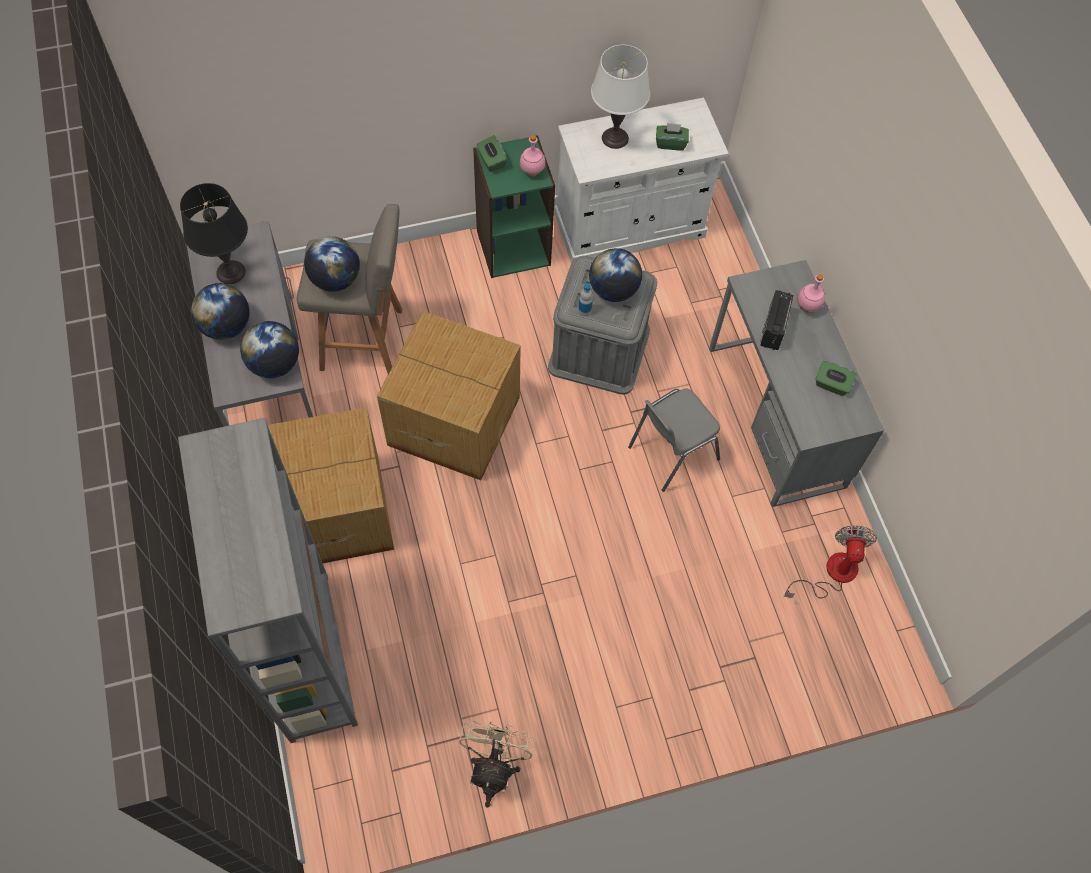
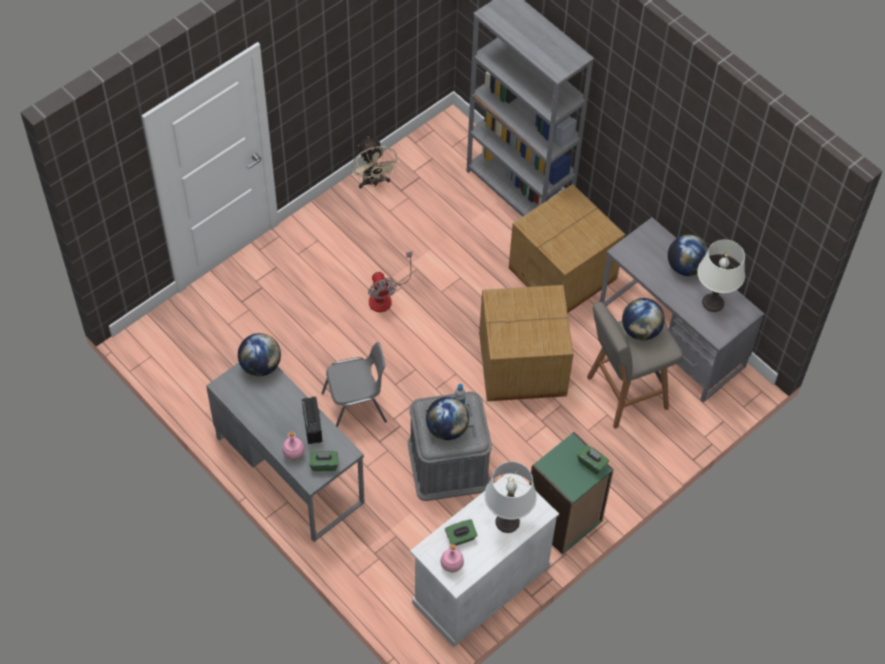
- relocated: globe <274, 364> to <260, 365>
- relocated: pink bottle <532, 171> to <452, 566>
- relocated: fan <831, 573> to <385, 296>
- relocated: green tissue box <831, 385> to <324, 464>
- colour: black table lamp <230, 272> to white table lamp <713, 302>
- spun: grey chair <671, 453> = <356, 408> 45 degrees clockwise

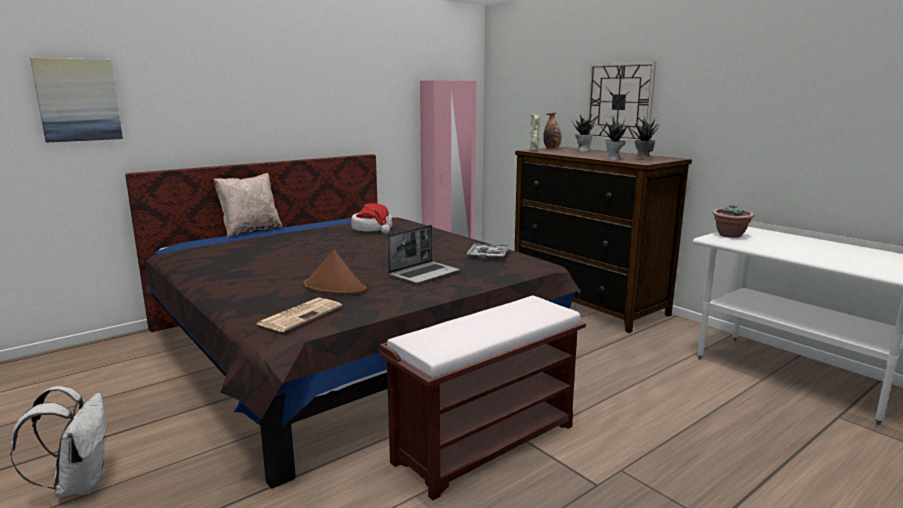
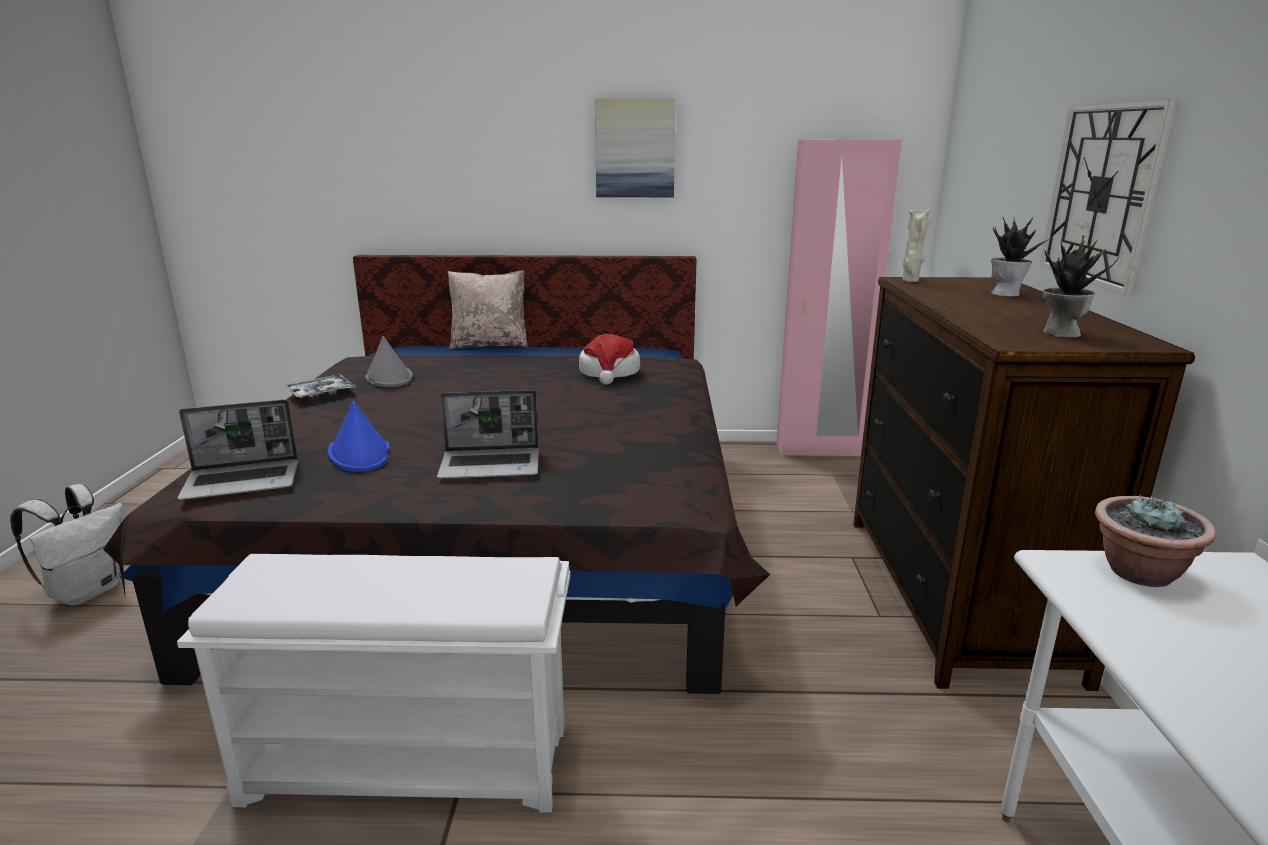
- missing: bottle <552, 148>
- missing: potted plant <614, 159>
- appeared: grey hat <388, 377>
- relocated: picture <78, 100> to <635, 148>
- relocated: tray <488, 255> to <321, 393>
- exchanged: newspaper <300, 315> to laptop <244, 481>
- colour: brown hat <335, 288> to blue hat <360, 453>
- colour: brown bench <486, 442> to white bench <412, 763>

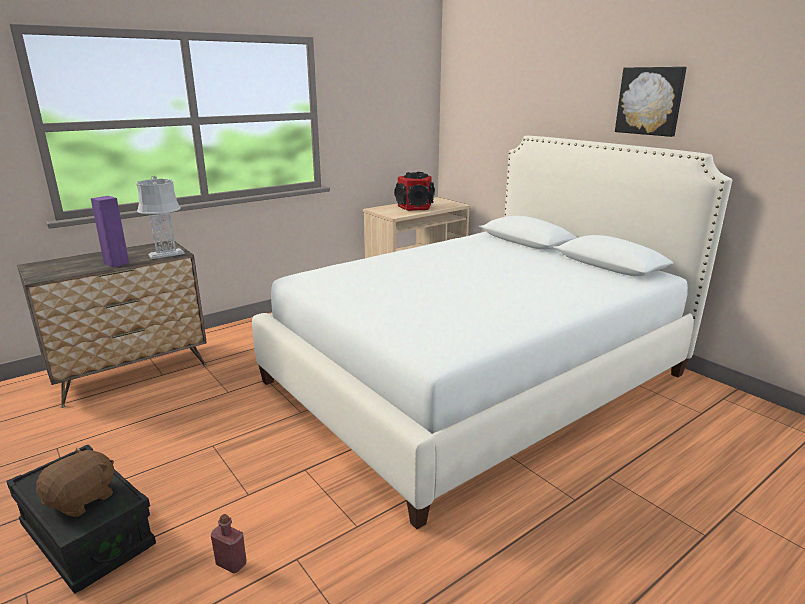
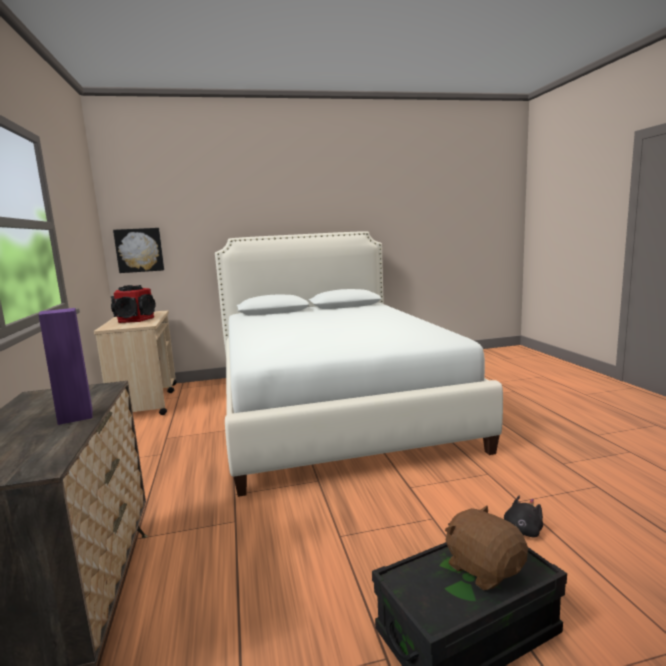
- missing: grey table lamp <167, 254>
- relocated: picture <650, 101> to <139, 250>
- exchanged: red bottle <231, 563> to black plush toy <521, 532>

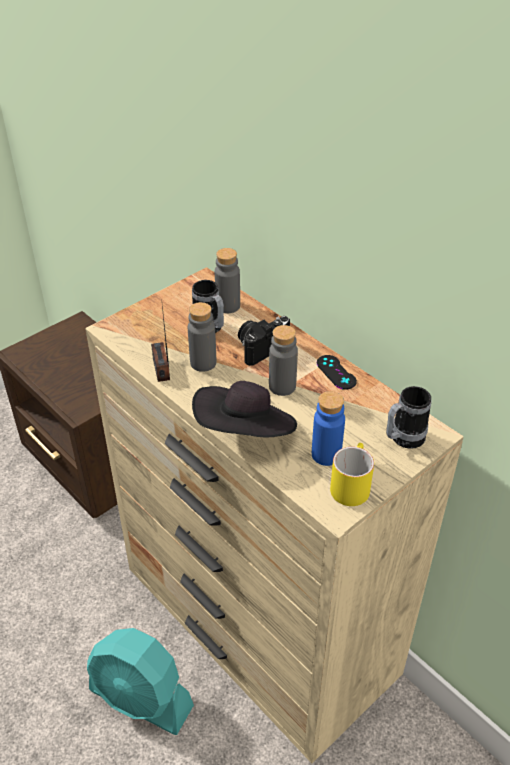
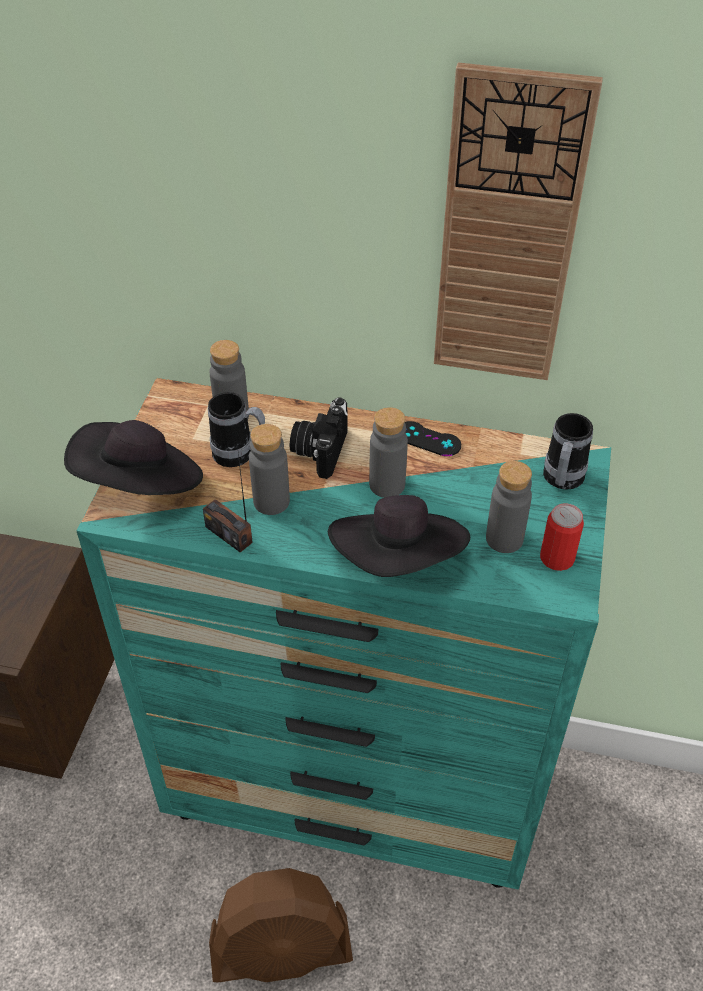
- appeared: black hat <140, 484>
- appeared: wall clock <508, 235>
- exchanged: yellow mug <350, 484> to can <557, 558>
- colour: beige dresser <259, 631> to turquoise dresser <355, 788>
- colour: turquoise fan <141, 699> to brown fan <282, 949>
- colour: blue bottle <326, 455> to grey bottle <504, 539>

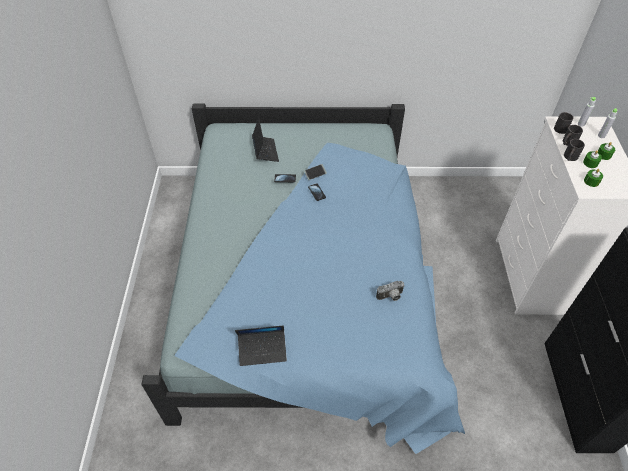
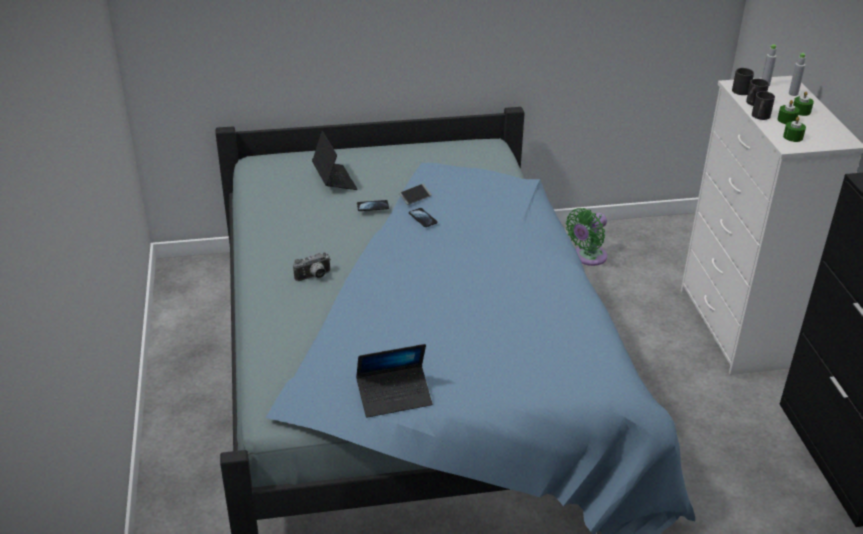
- appeared: green fan <587, 257>
- relocated: photo camera <390, 297> to <314, 277>

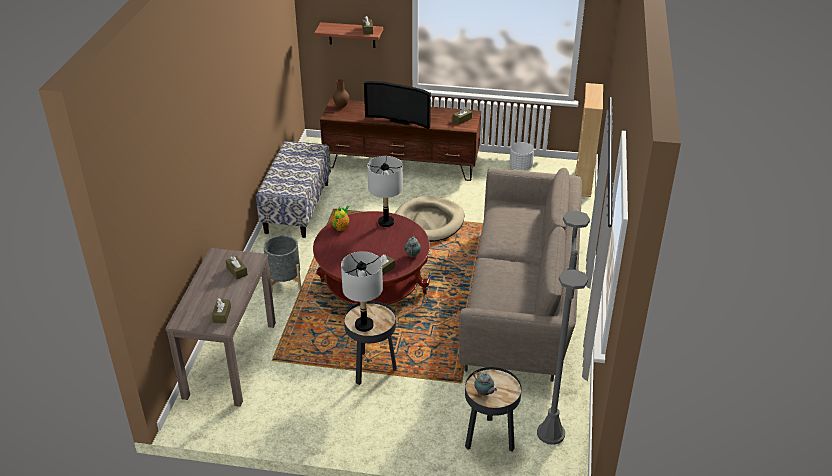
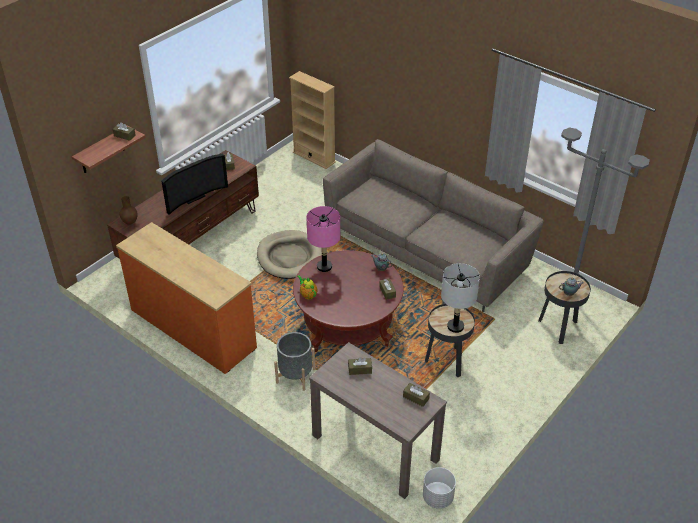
- relocated: white planter <521, 167> to <437, 497>
- exchanged: bench <297, 207> to orange dresser <192, 329>
- colour: grey table lamp <386, 222> to pink table lamp <324, 266>

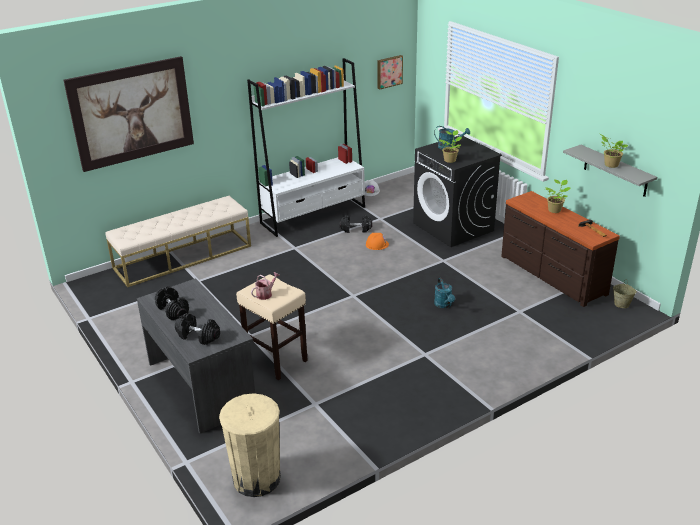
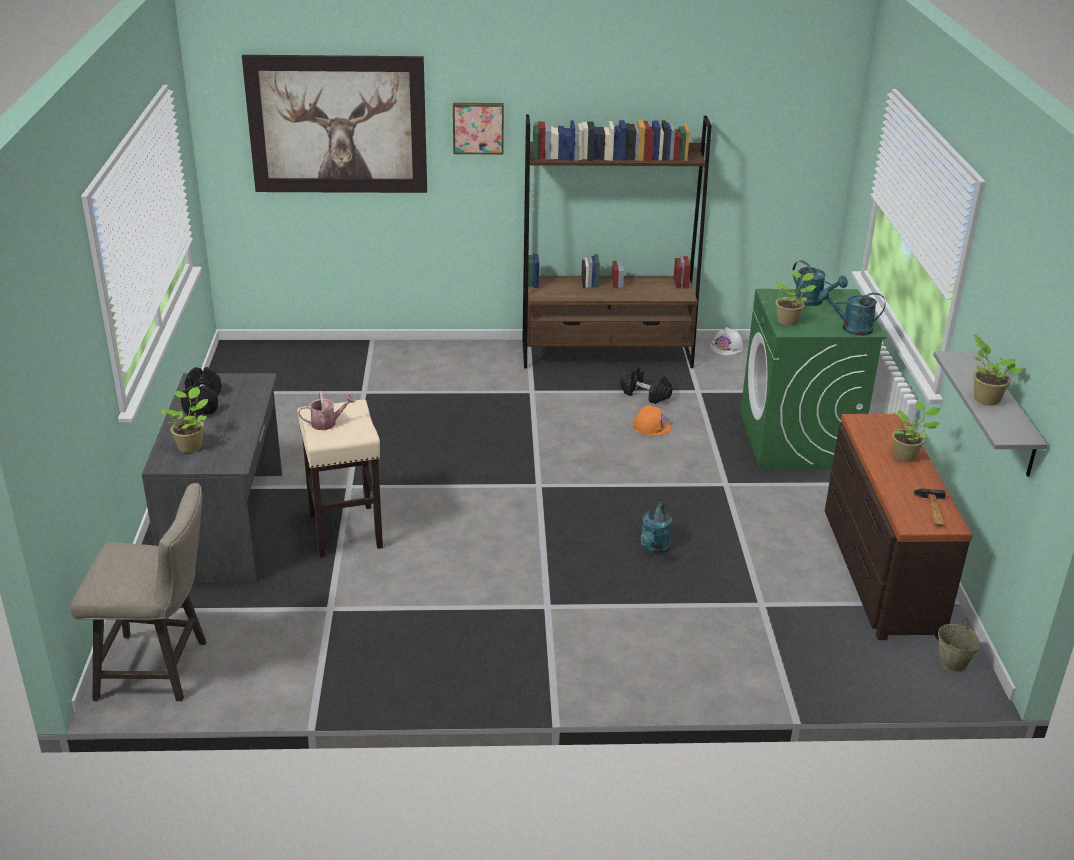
- missing: beige bench <183, 257>
- appeared: turquoise watering can <851, 328>
- relocated: picture <389, 71> to <478, 127>
- exchanged: black dumbbell <198, 336> to potted plant <190, 446>
- exchanged: beige trash can <257, 478> to beige stool <161, 669>
- colour: white bookcase <313, 215> to brown bookcase <607, 355>
- colour: black washing machine <453, 227> to green washing machine <798, 441>

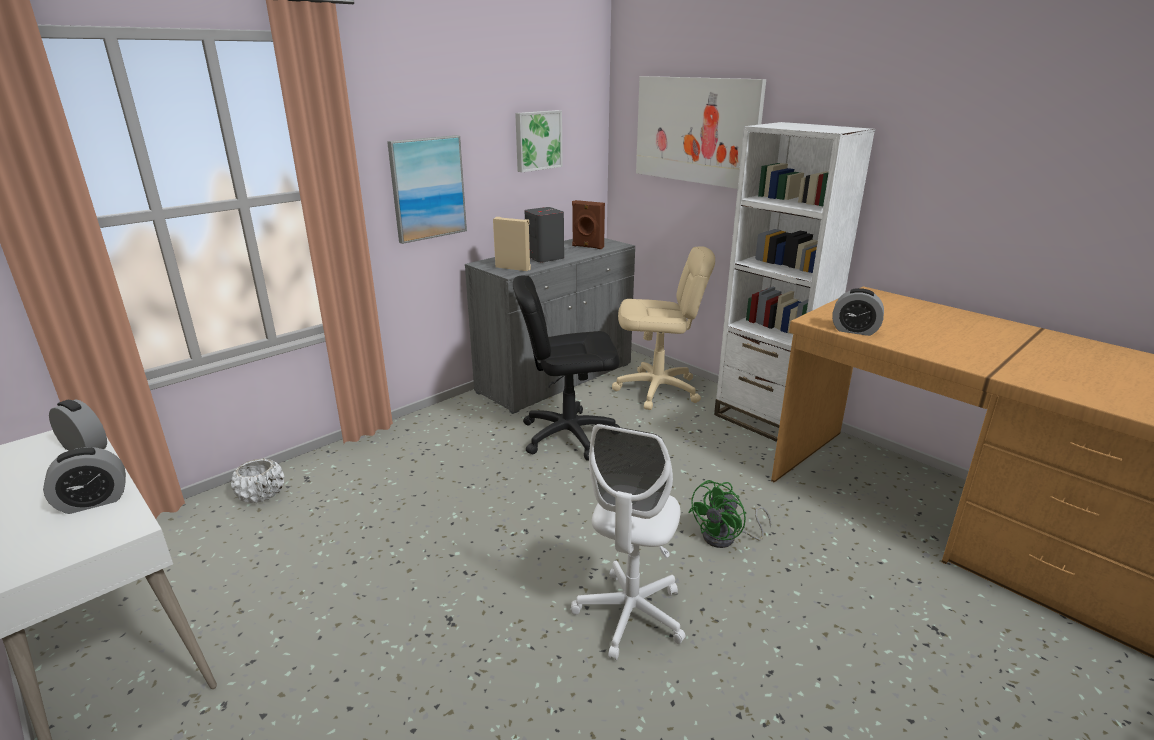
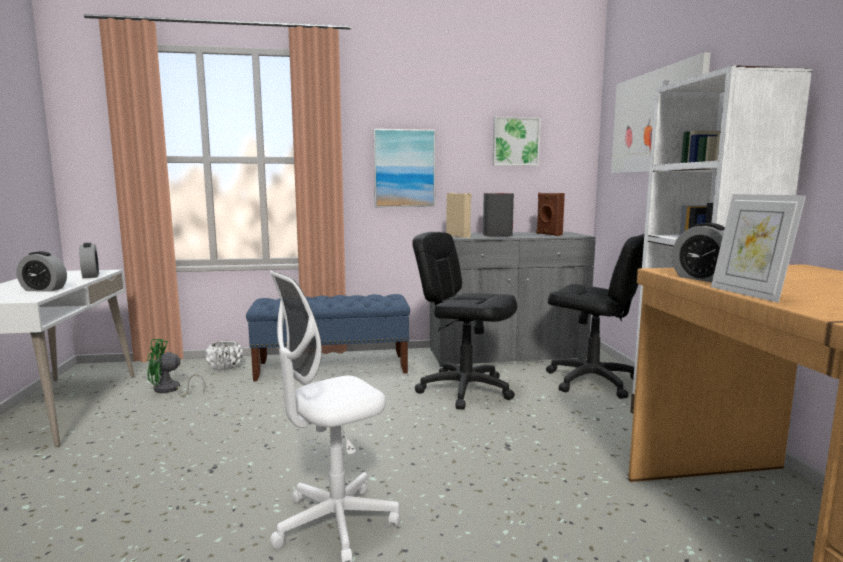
- appeared: blue bench <333, 367>
- appeared: picture frame <748, 294>
- relocated: green fan <726, 538> to <170, 390>
- colour: beige office chair <657, 390> to black office chair <592, 381>

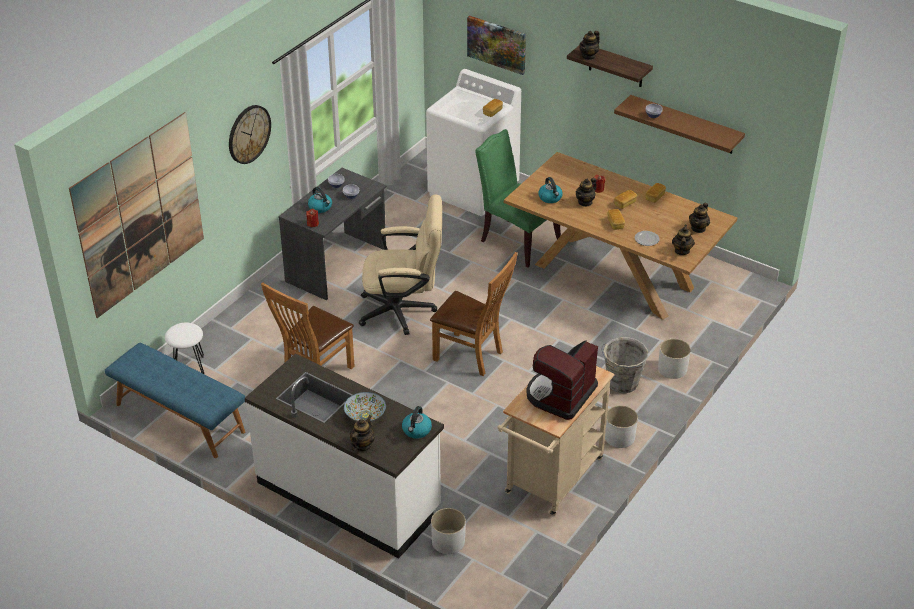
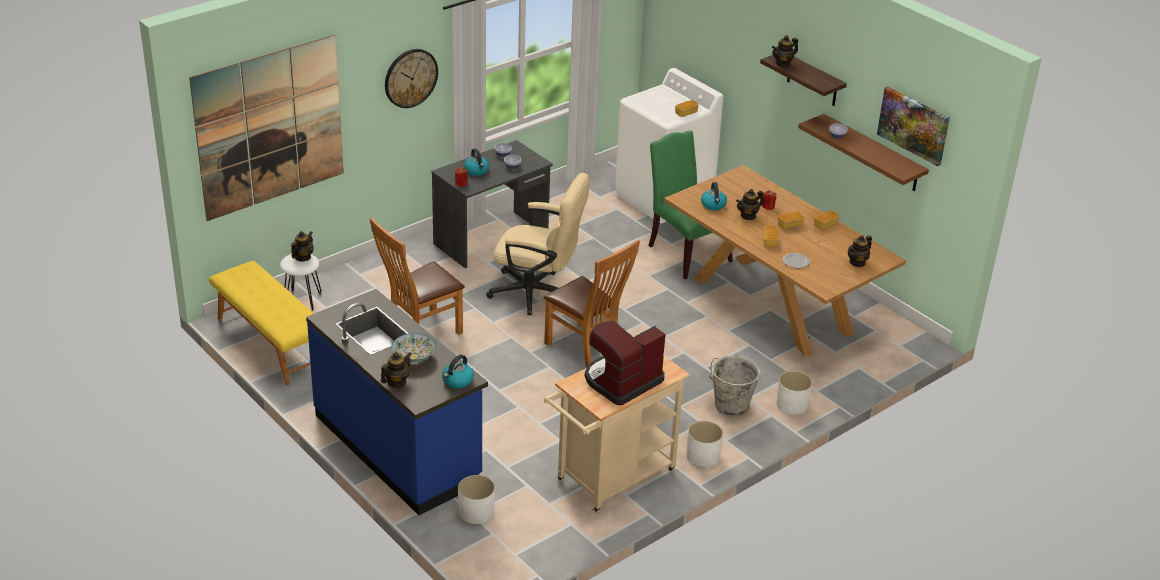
- relocated: picture <497, 44> to <914, 125>
- relocated: teapot <681, 251> to <303, 257>
- colour: blue bench <179, 418> to yellow bench <270, 343>
- colour: white counter <349, 496> to blue counter <398, 448>

